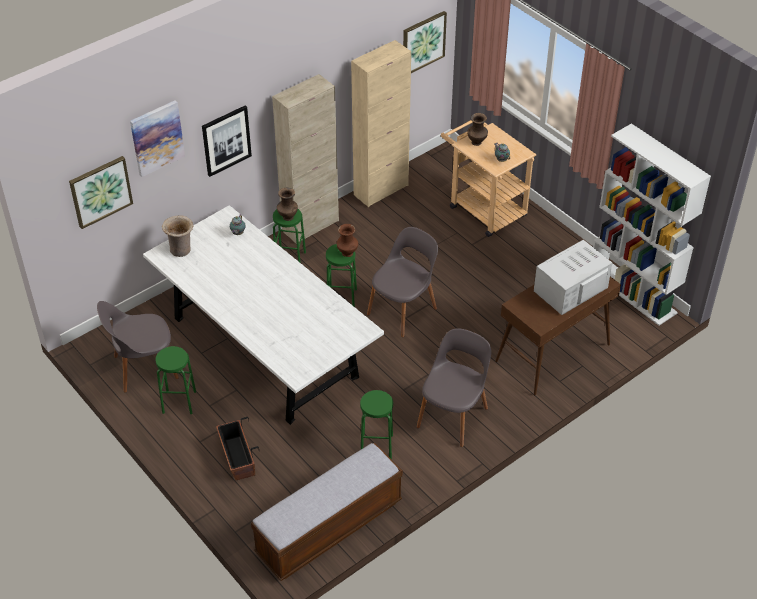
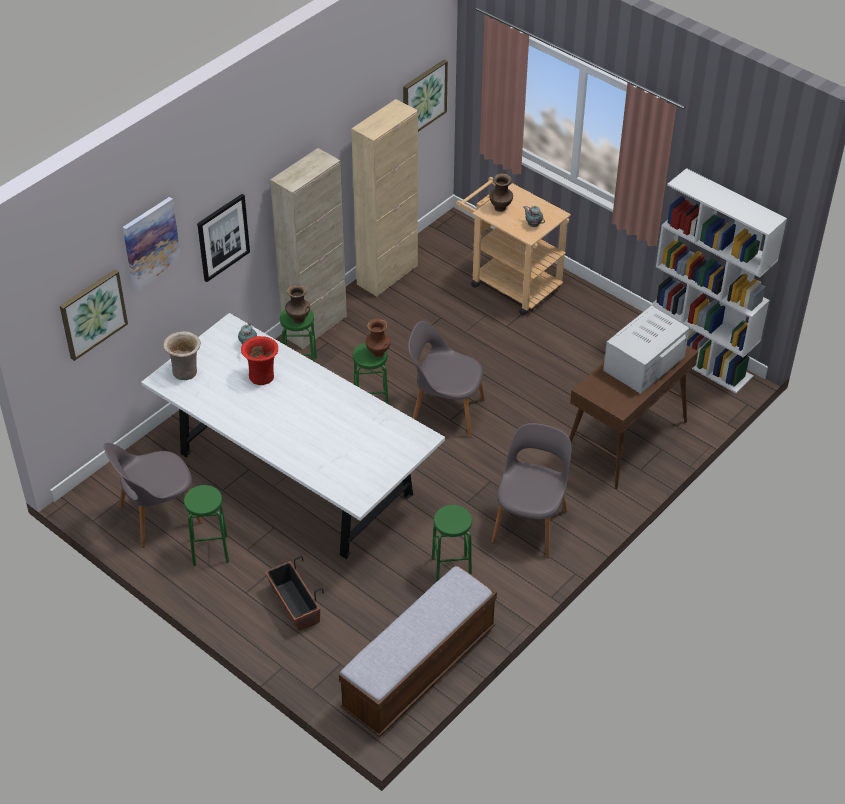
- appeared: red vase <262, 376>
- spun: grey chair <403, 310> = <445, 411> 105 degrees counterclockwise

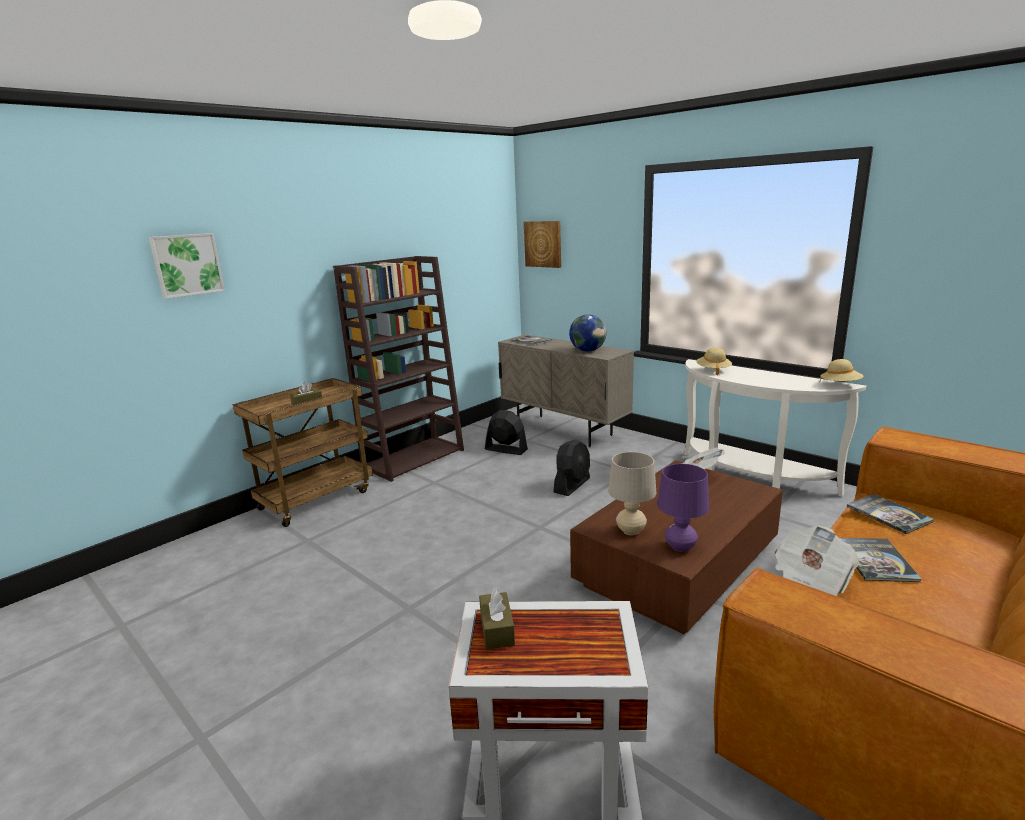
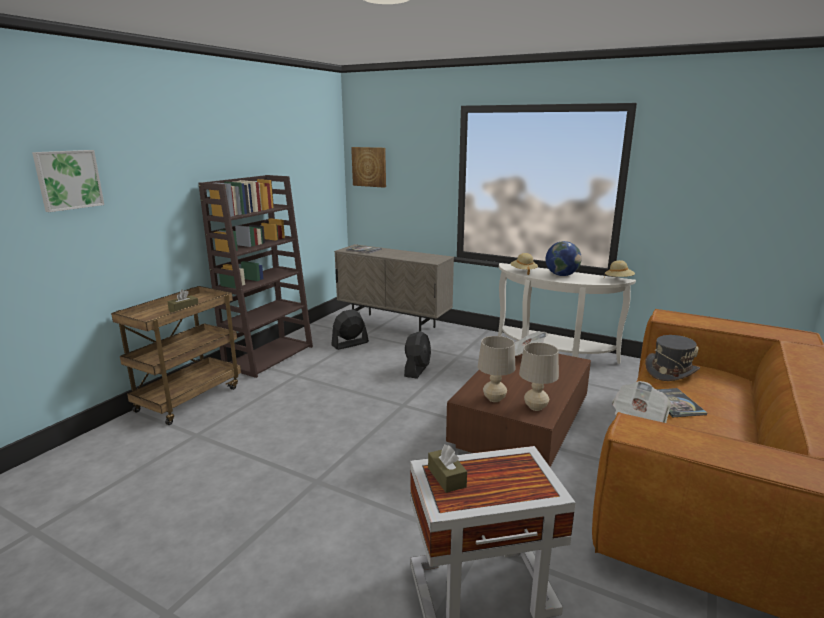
- relocated: globe <587, 350> to <561, 275>
- exchanged: book <888, 514> to grey hat <670, 371>
- colour: purple table lamp <680, 547> to beige table lamp <535, 407>
- spun: black fan <506, 449> = <350, 344> 45 degrees counterclockwise

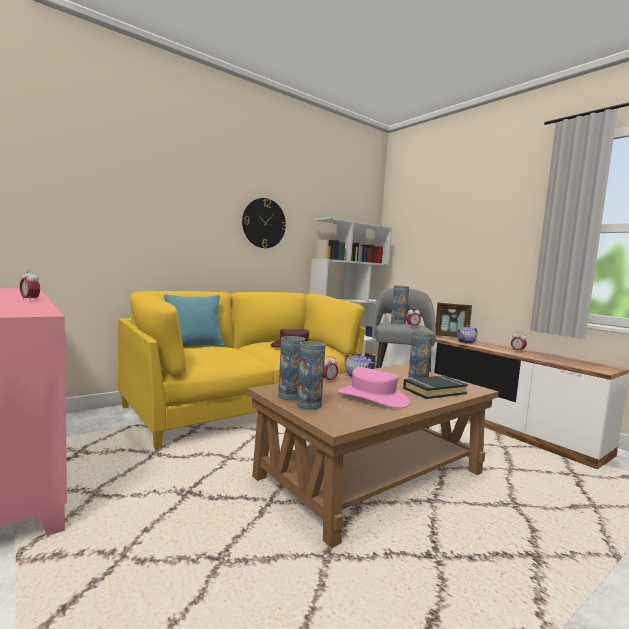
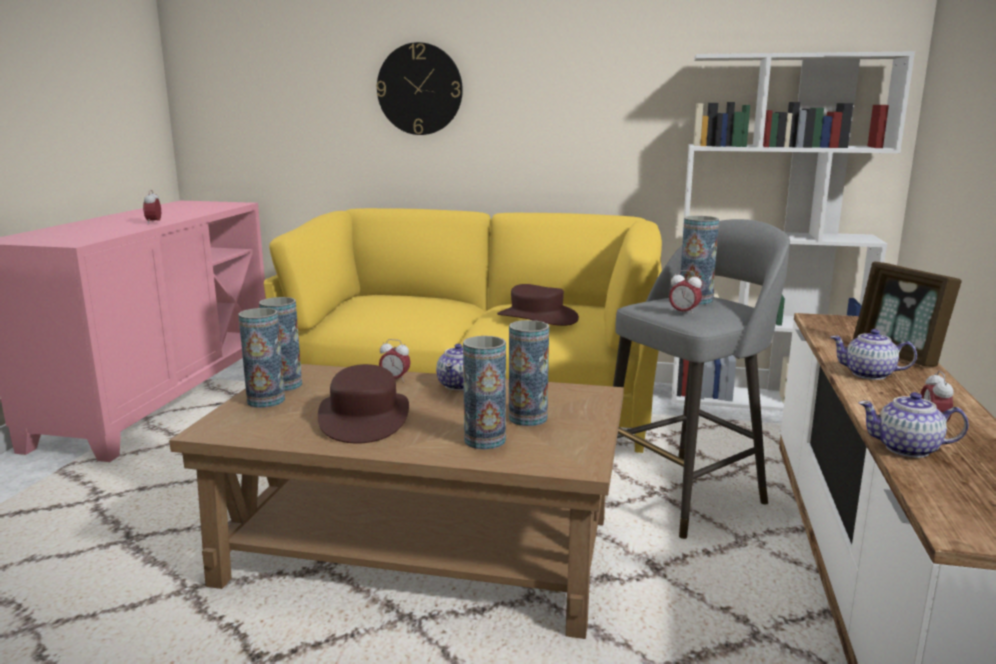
- missing: turquoise pillow <194, 346>
- appeared: teapot <908, 449>
- relocated: wall clock <264, 223> to <419, 89>
- exchanged: black book <434, 391> to vase <484, 440>
- colour: pink hat <373, 397> to brown hat <364, 417>

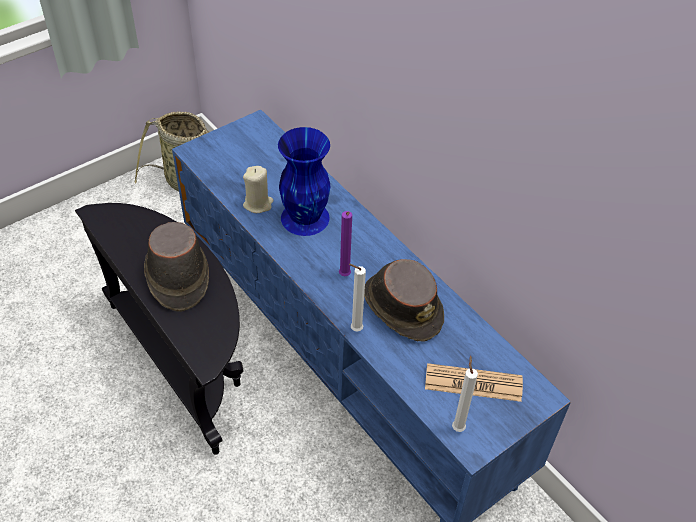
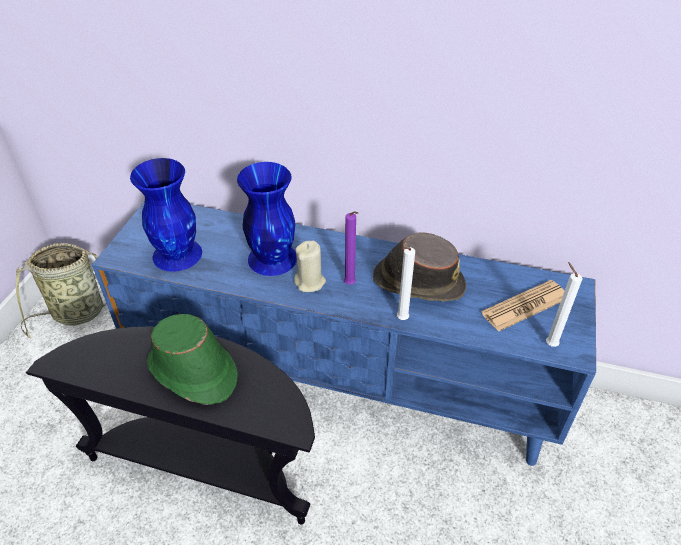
- appeared: blue vase <178, 254>
- relocated: beige candle <258, 204> to <310, 282>
- colour: brown hat <177, 276> to green hat <193, 372>

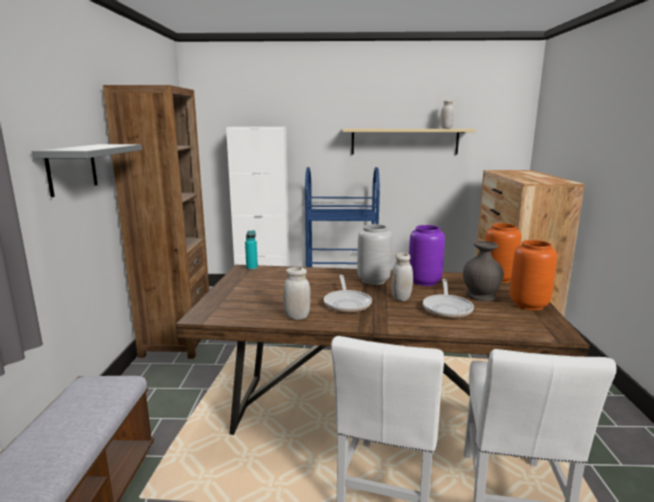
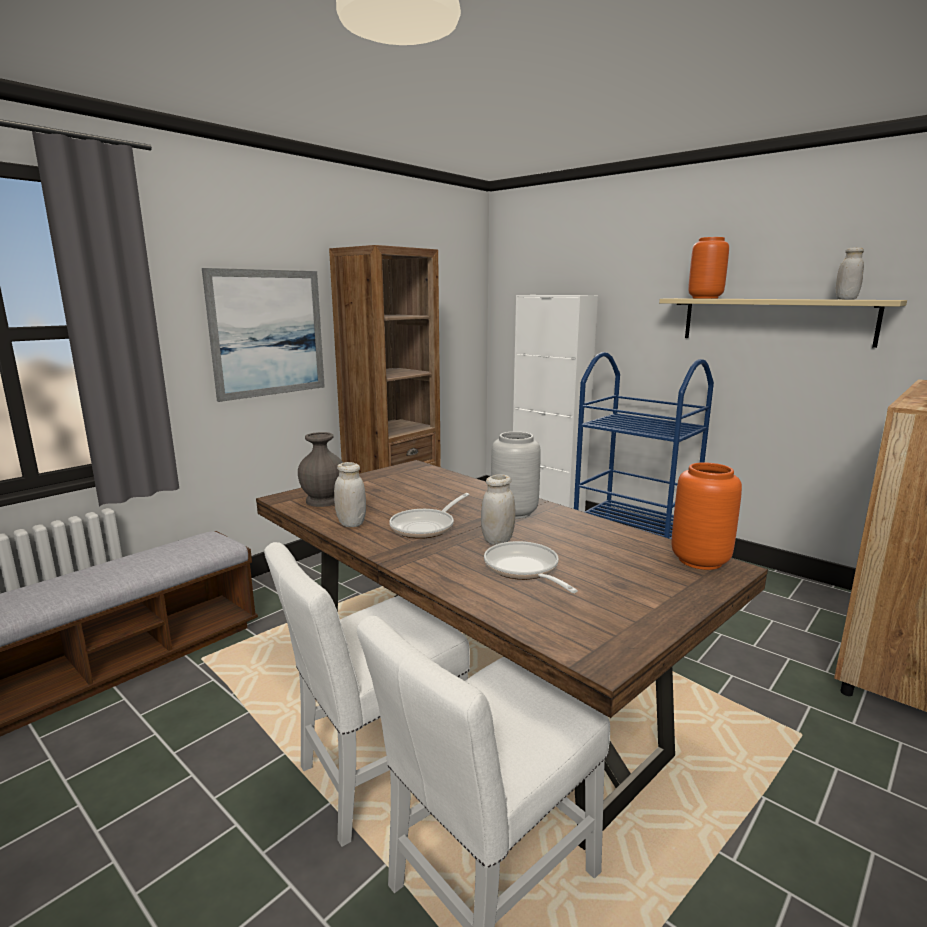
- missing: turquoise bottle <252, 268>
- missing: purple vase <424, 281>
- relocated: grey vase <481, 296> to <323, 501>
- relocated: orange vase <529, 305> to <705, 298>
- exchanged: grey shelf <72, 169> to picture <268, 333>
- spun: frying pan <447, 308> = <524, 570> 105 degrees clockwise

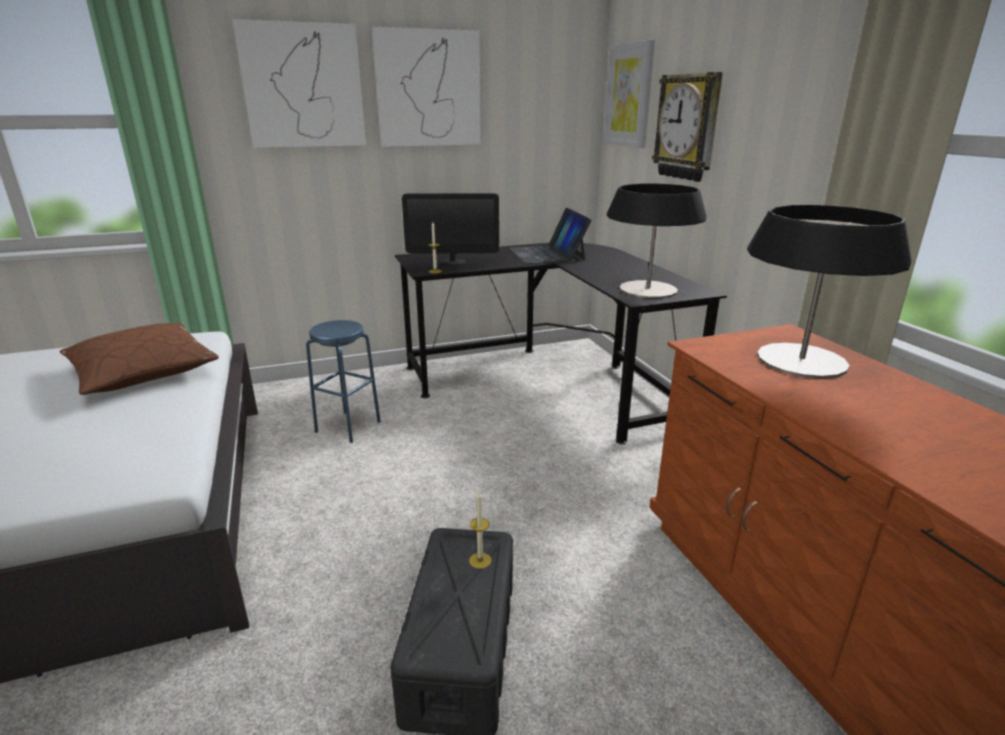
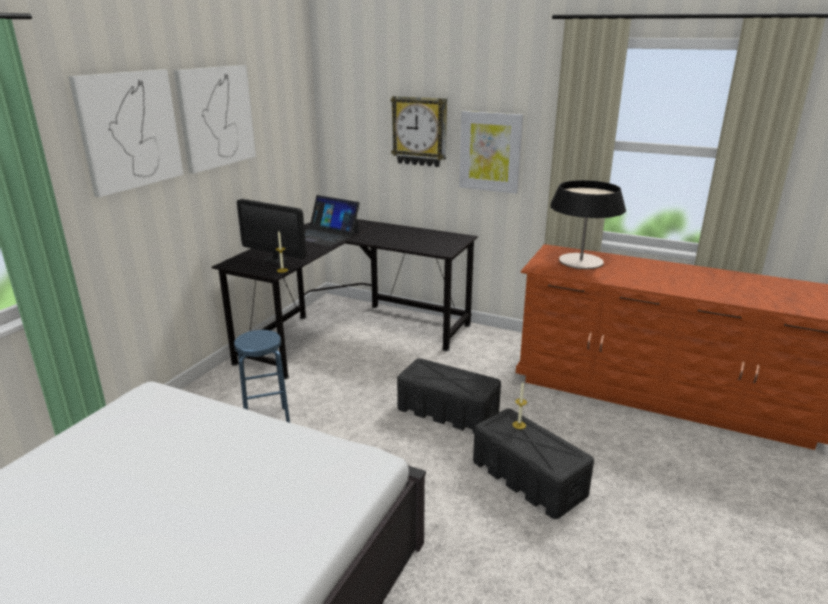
- missing: brown pillow <142, 371>
- missing: table lamp <648, 289>
- appeared: black storage box <448, 412>
- relocated: picture <629, 95> to <490, 152>
- spun: monitor <453, 262> = <275, 259> 75 degrees clockwise

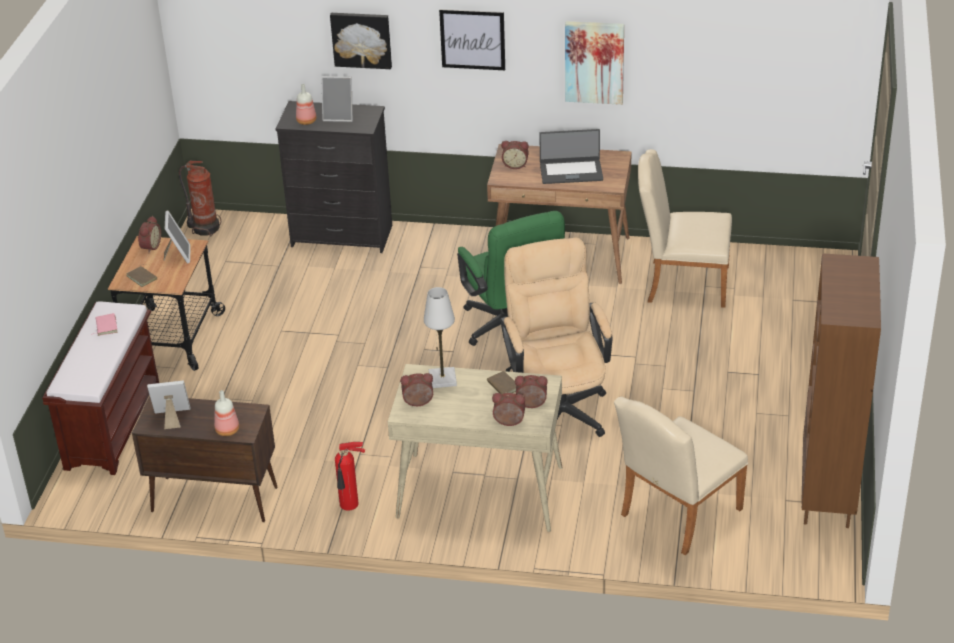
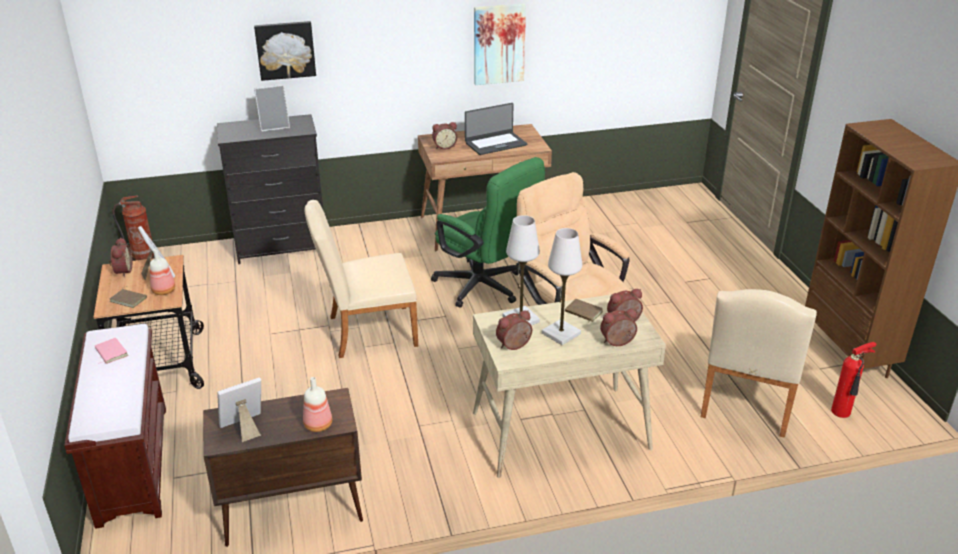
- missing: picture <472, 39>
- appeared: white table lamp <561, 334>
- relocated: bottle <306, 121> to <163, 291>
- relocated: fire extinguisher <350, 505> to <843, 412>
- relocated: beige chair <681, 283> to <366, 332>

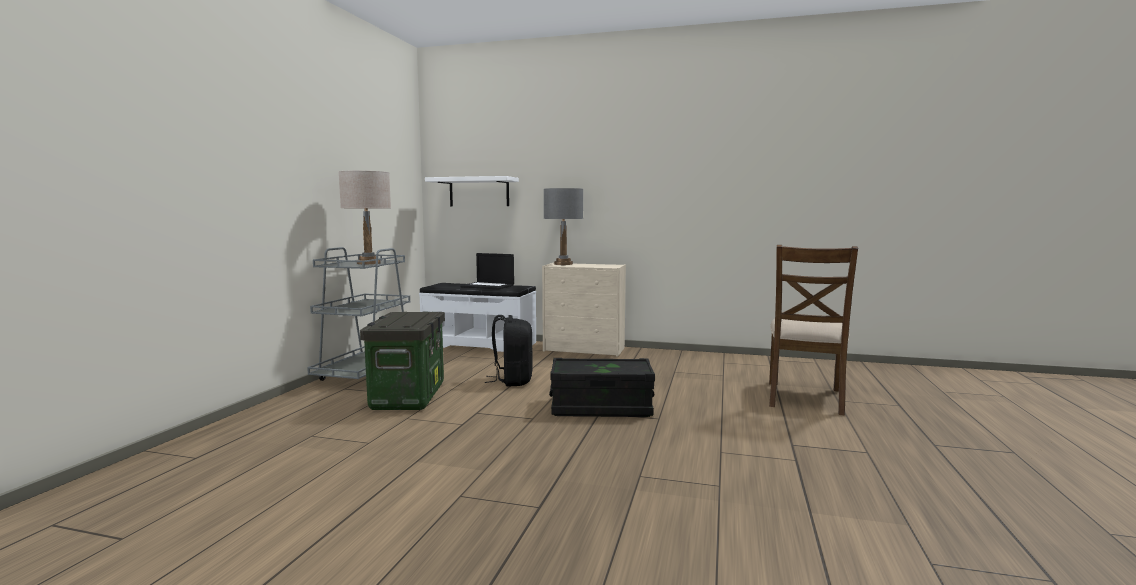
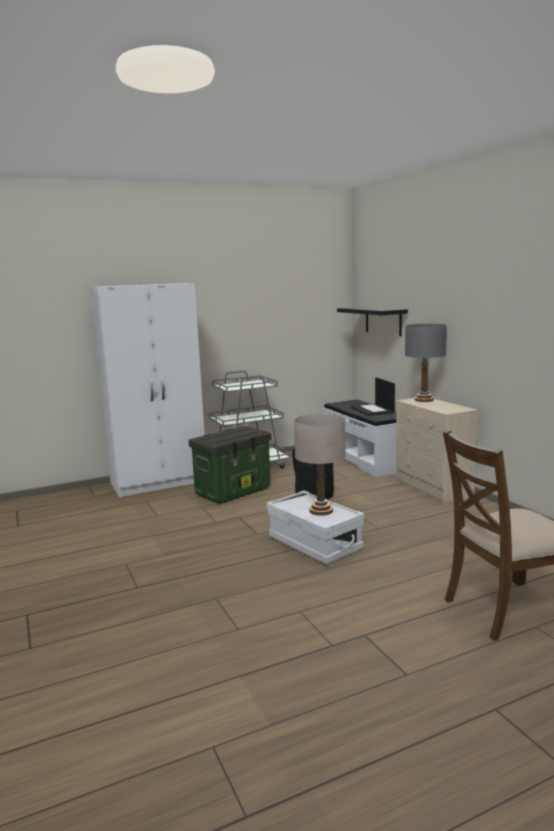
- appeared: white wardrobe <159, 482>
- relocated: beige table lamp <368, 263> to <320, 511>
- colour: white shelf <479, 192> to black shelf <383, 321>
- colour: black storage box <601, 407> to white storage box <314, 543>

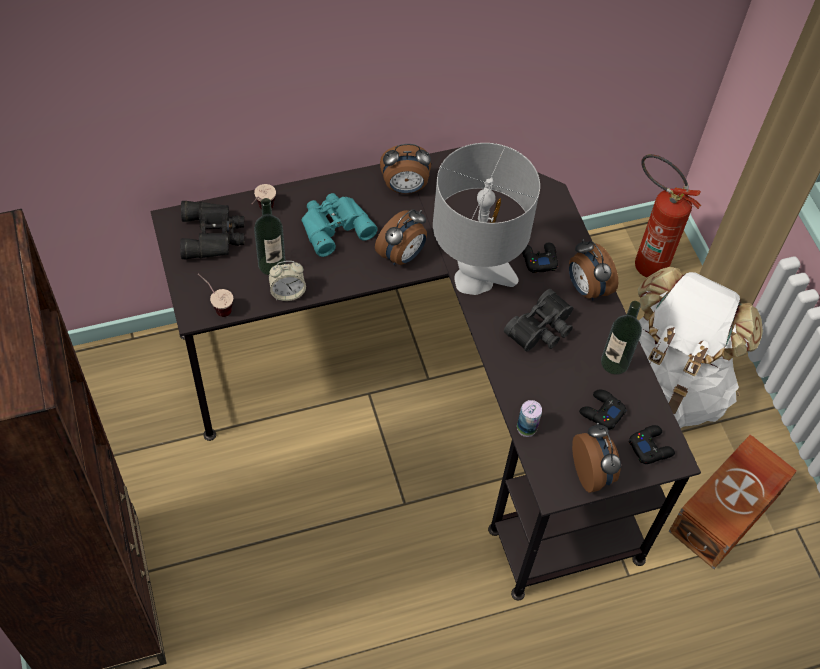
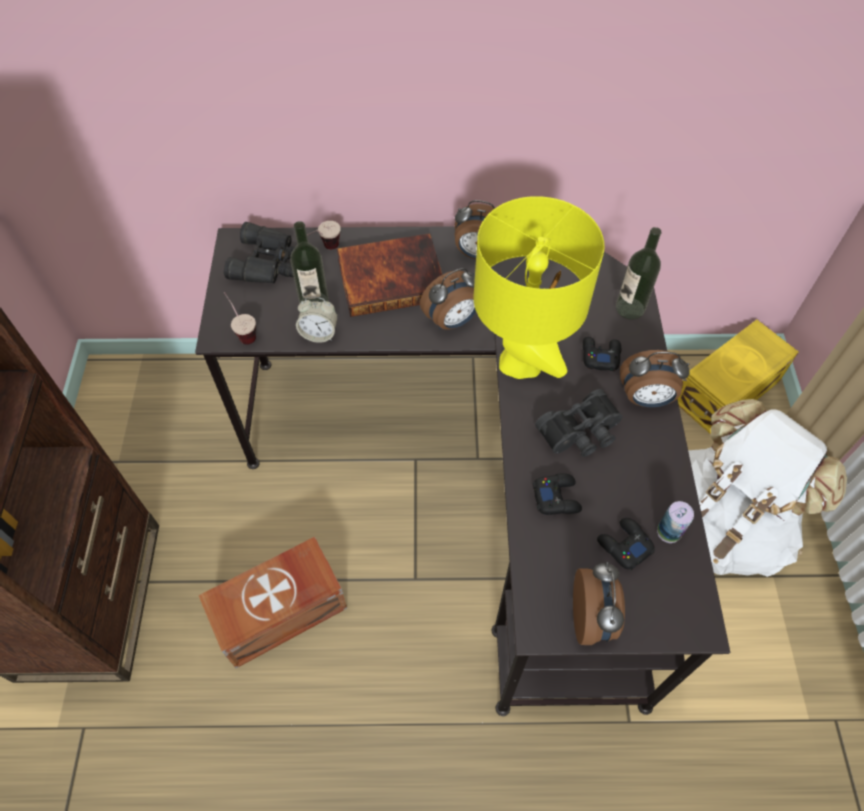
- relocated: can <526, 428> to <668, 532>
- relocated: bottle <614, 362> to <630, 308>
- relocated: black game controller <650, 447> to <557, 497>
- relocated: brown storage box <727, 512> to <282, 612>
- exchanged: turquoise binoculars <334, 226> to book <391, 277>
- exchanged: fire extinguisher <643, 261> to yellow storage box <728, 391>
- colour: grey table lamp <473, 280> to yellow table lamp <520, 363>
- spun: alarm clock <586, 288> = <645, 399> 75 degrees counterclockwise

